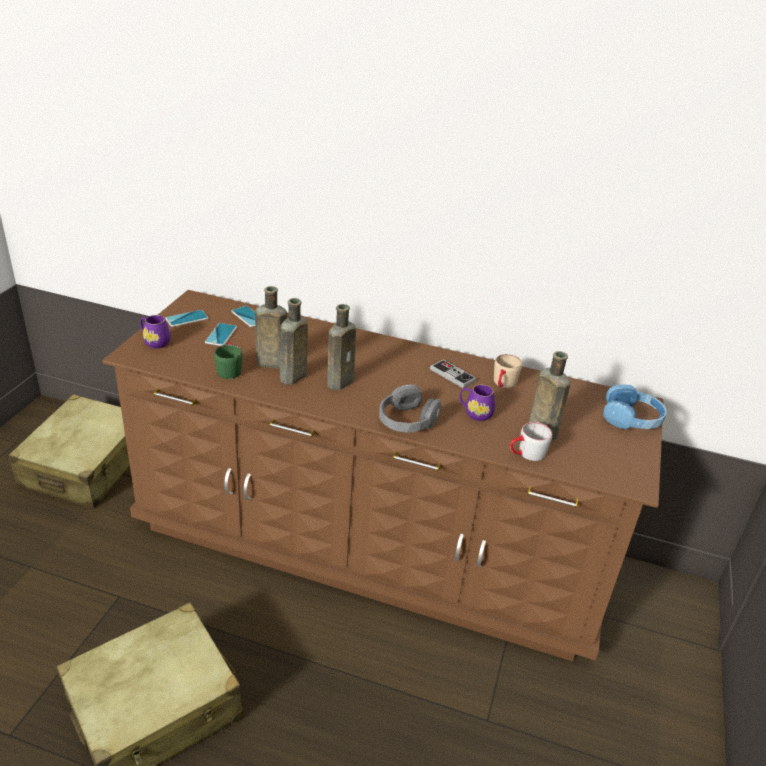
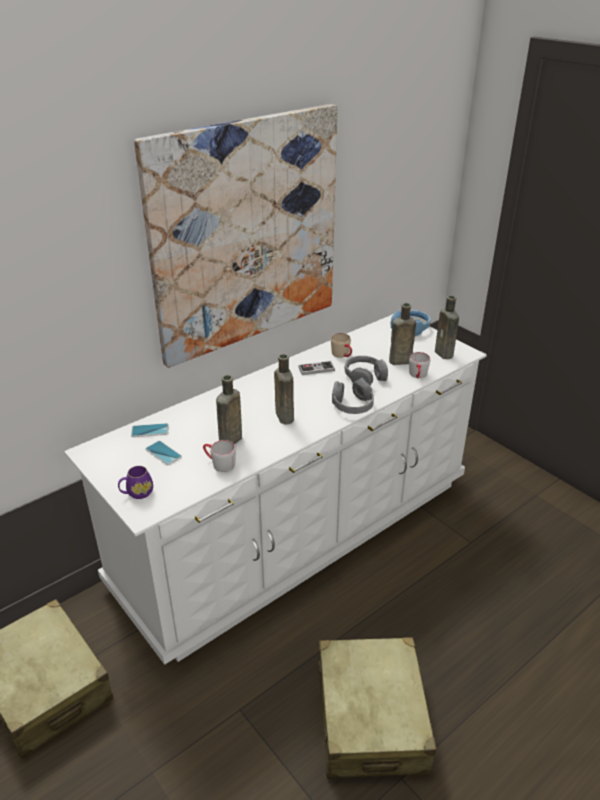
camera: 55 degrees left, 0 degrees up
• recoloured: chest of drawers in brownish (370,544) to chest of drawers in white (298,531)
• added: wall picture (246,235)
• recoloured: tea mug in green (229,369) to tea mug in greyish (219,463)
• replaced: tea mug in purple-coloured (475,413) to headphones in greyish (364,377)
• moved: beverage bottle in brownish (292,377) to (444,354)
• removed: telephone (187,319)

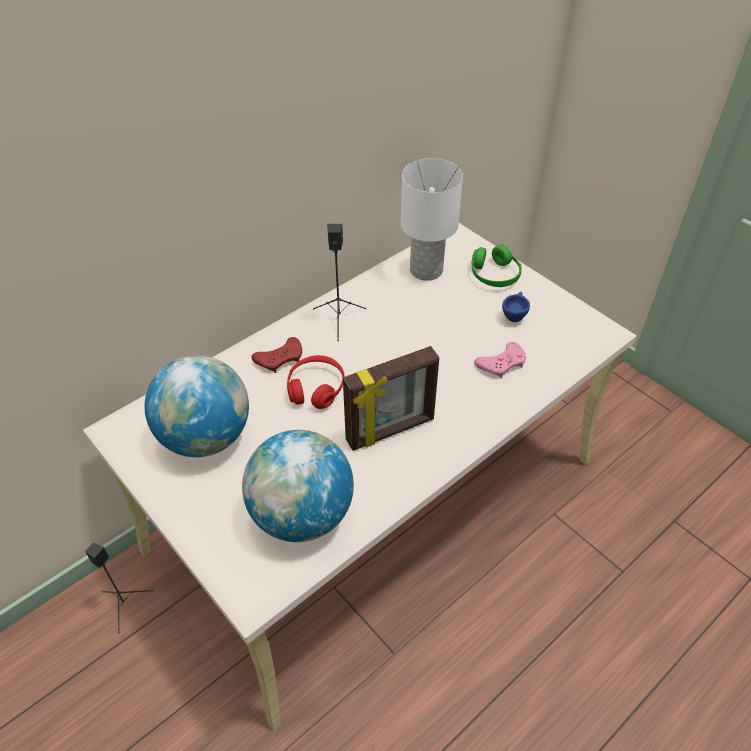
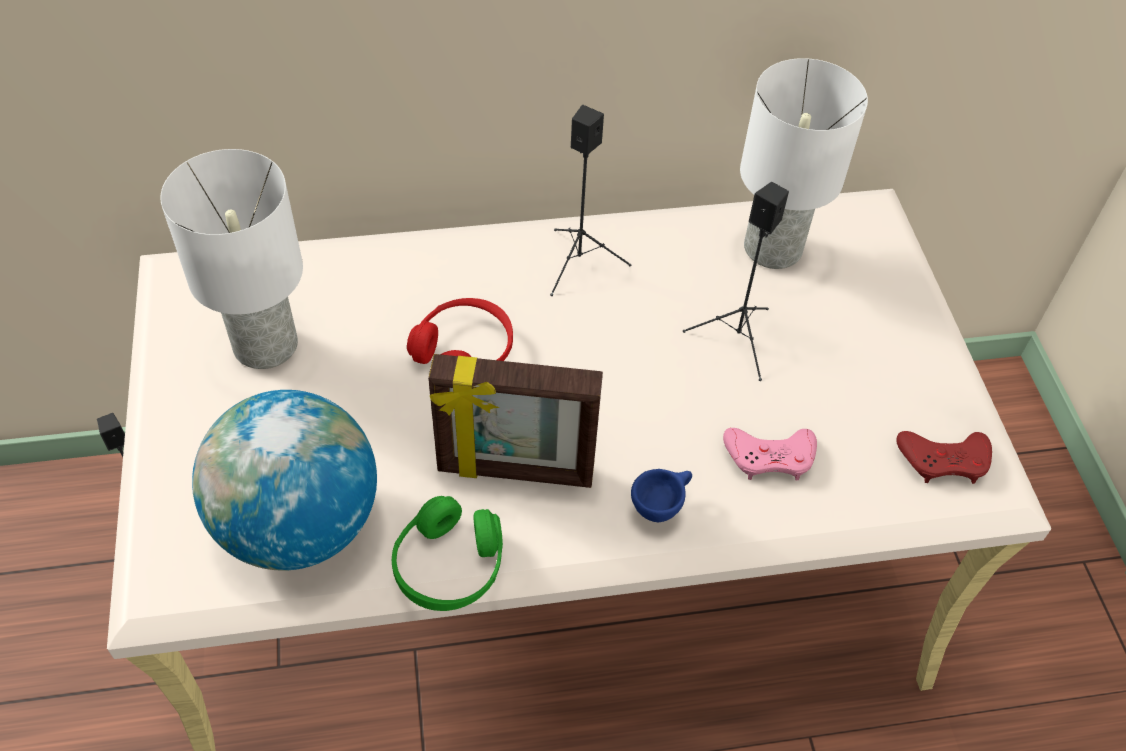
camera: 30 degrees right, 5 degrees up
• replaced: world globe (206,437) to lamp for a table in white (267,345)
• moved: headphones in green (494,275) to (449,565)
• moved: small cup in blue (514,316) to (660,507)
• added: speaker in black-coloured (738,340)
• moved: joypad in red (280,358) to (944,460)

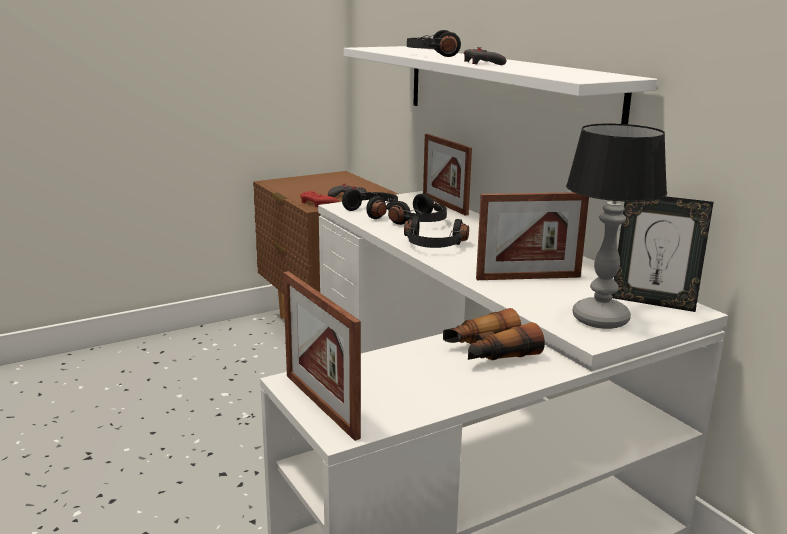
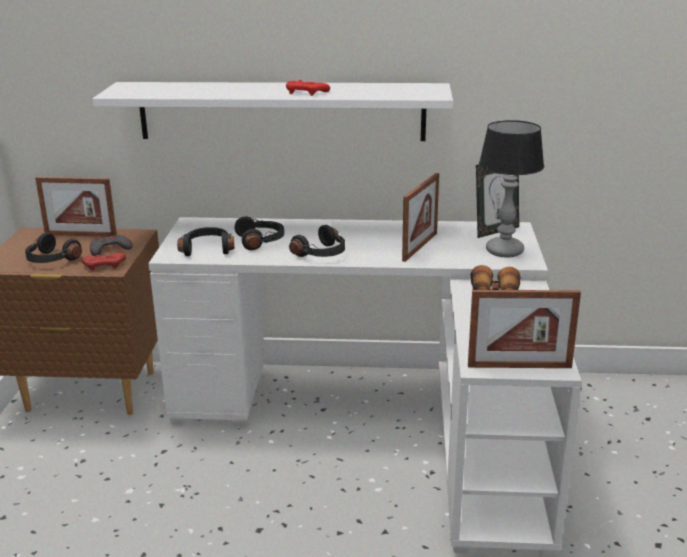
camera: 55 degrees left, 5 degrees up
• moved: headphones in black-coloured (432,55) to (51,260)
• moved: photo frame (444,205) to (80,235)
• recoloured: joypad in greyish (483,63) to joypad in red (306,92)

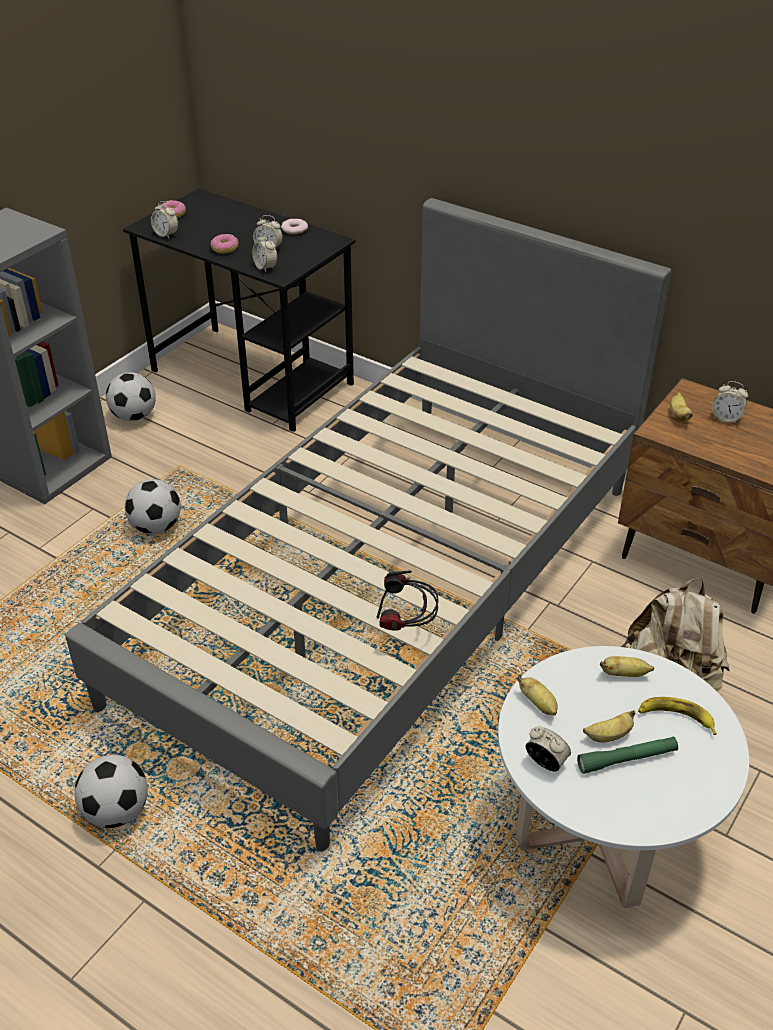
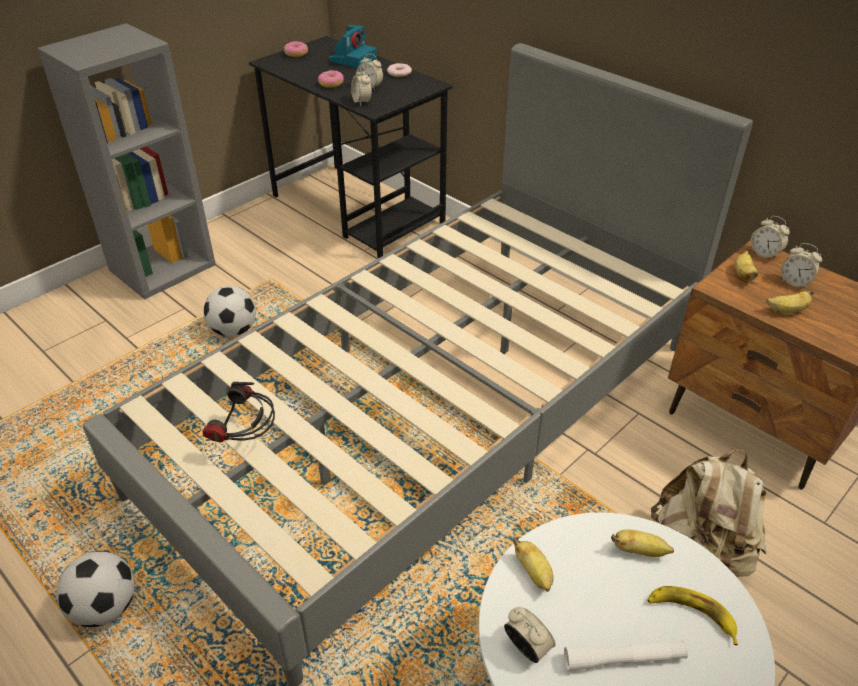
camera: 10 degrees right, 0 degrees up
• moved: headphones (406,628) to (247,441)
• added: photo camera (353,59)
• recoloured: torch in green (627,759) to torch in white (624,659)
• moved: table clock (166,234) to (764,254)
• moved: banana (608,736) to (786,311)
• removed: football ball (134,416)

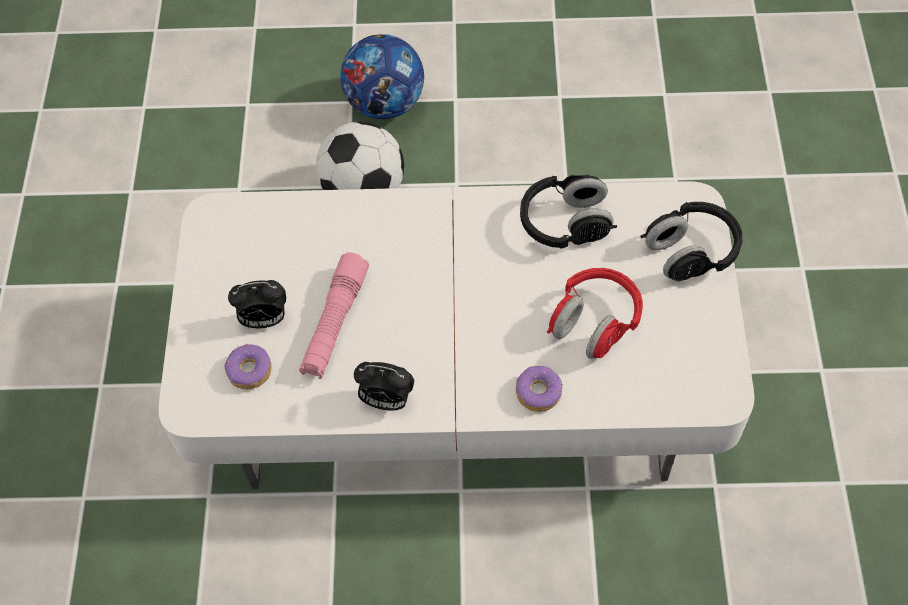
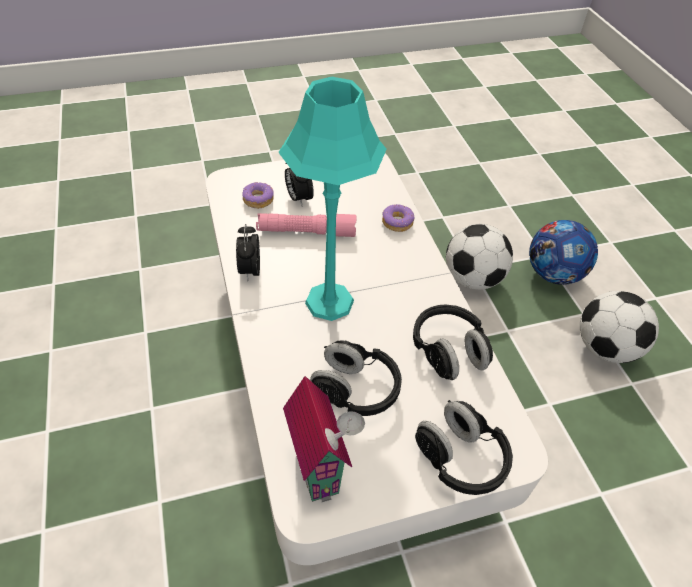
camera: 70 degrees right, 10 degrees down
• added: lamp for a table in turquoise (329,301)
• added: model house (321,468)
• recoloured: headphones in red (594,322) to headphones in black-coloured (355,389)
• moved: ring doughnut (538,392) to (397,222)
• added: football ball (605,348)

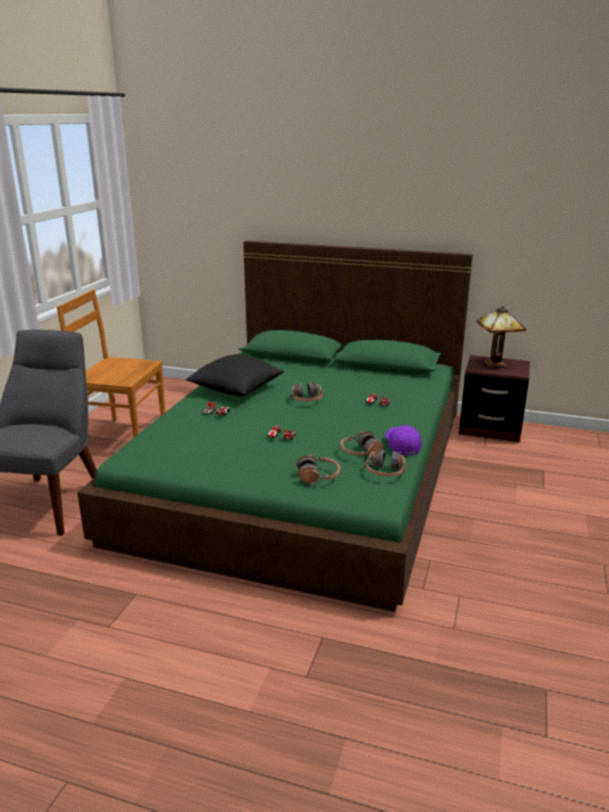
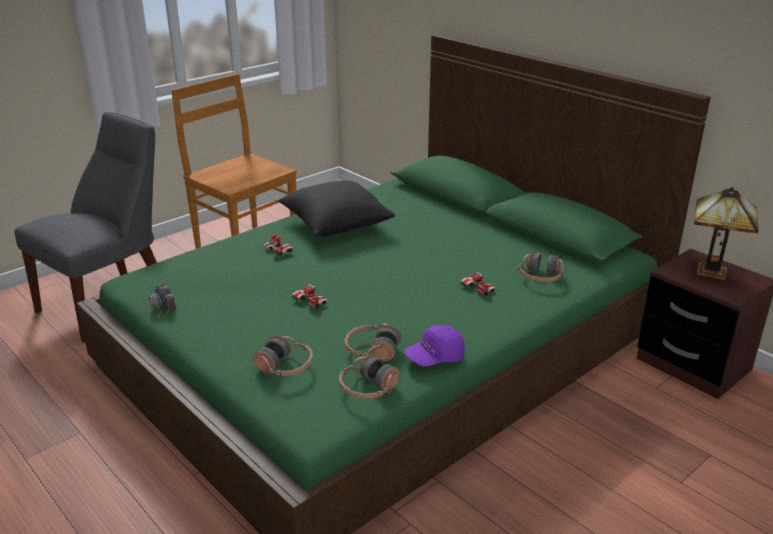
camera: 30 degrees right, 5 degrees up
• added: photo camera (162,307)
• turned: peaked cap in purple-coloured (402,445) = (434,358) 135 degrees counterclockwise
• moved: headphones (306,400) to (540,277)

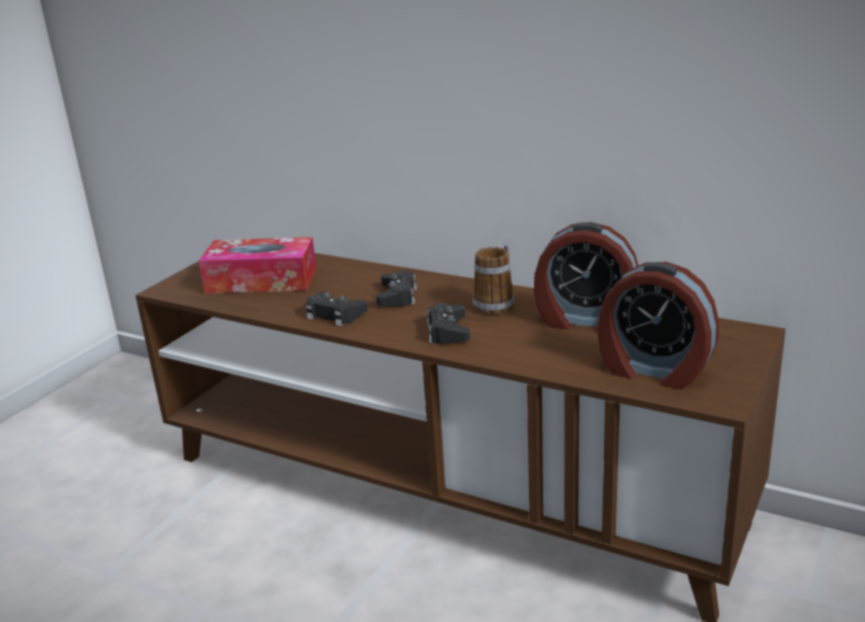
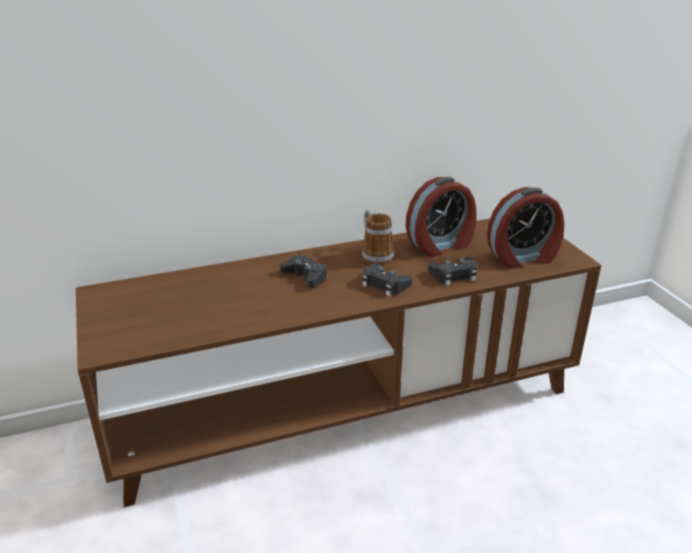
camera: 50 degrees left, 5 degrees up
• moved: joypad in black-coloured (334,314) to (454,275)
• removed: tissue box (261,281)

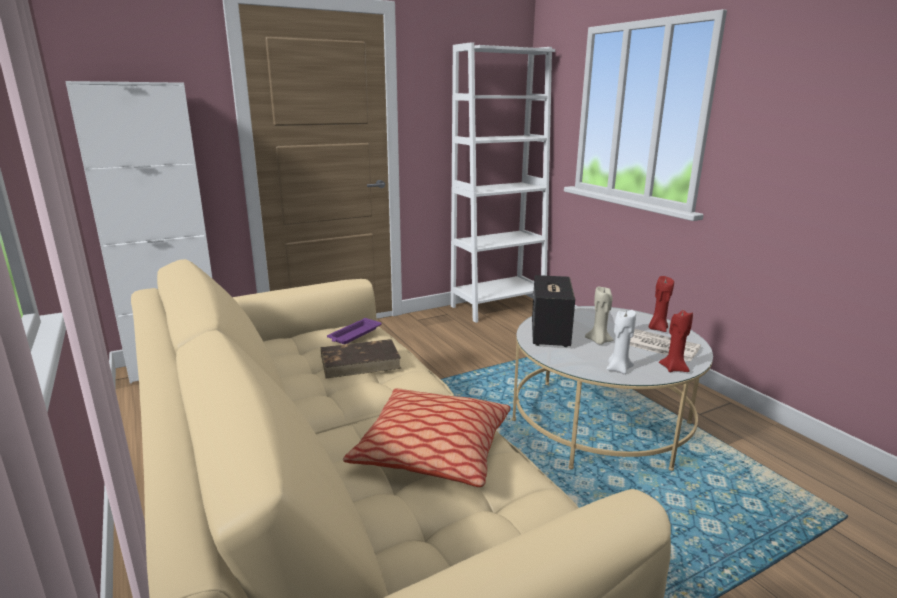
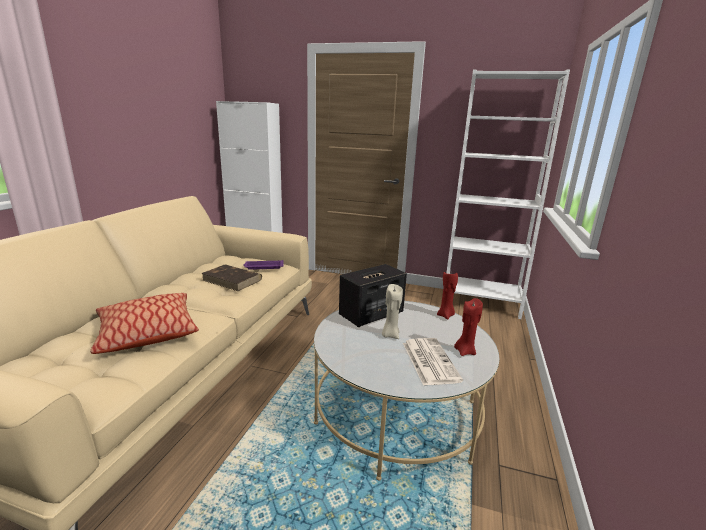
camera: 45 degrees right, 0 degrees up
• moved: wax light in red (674,368) to (445,315)
• removed: wax light in white (618,369)

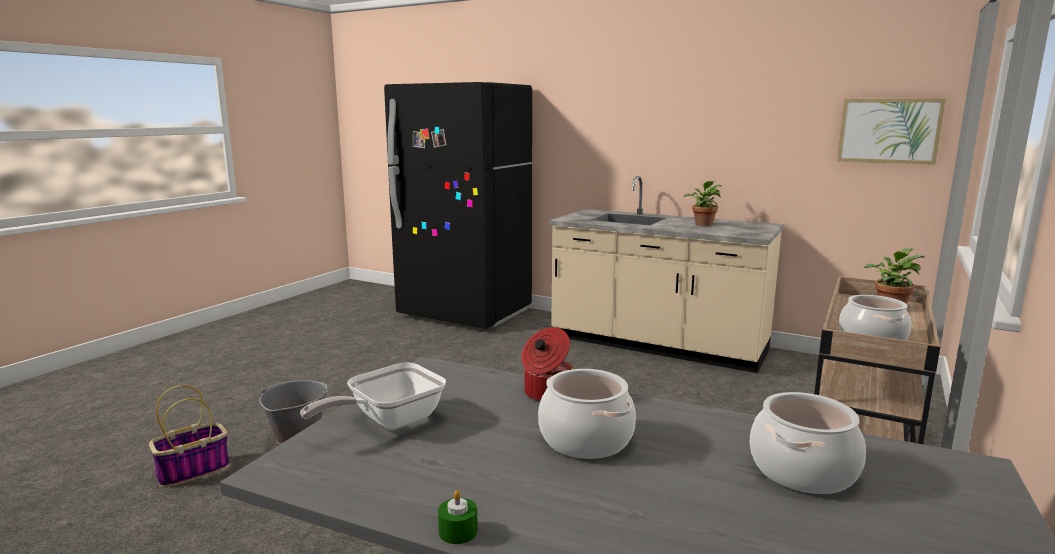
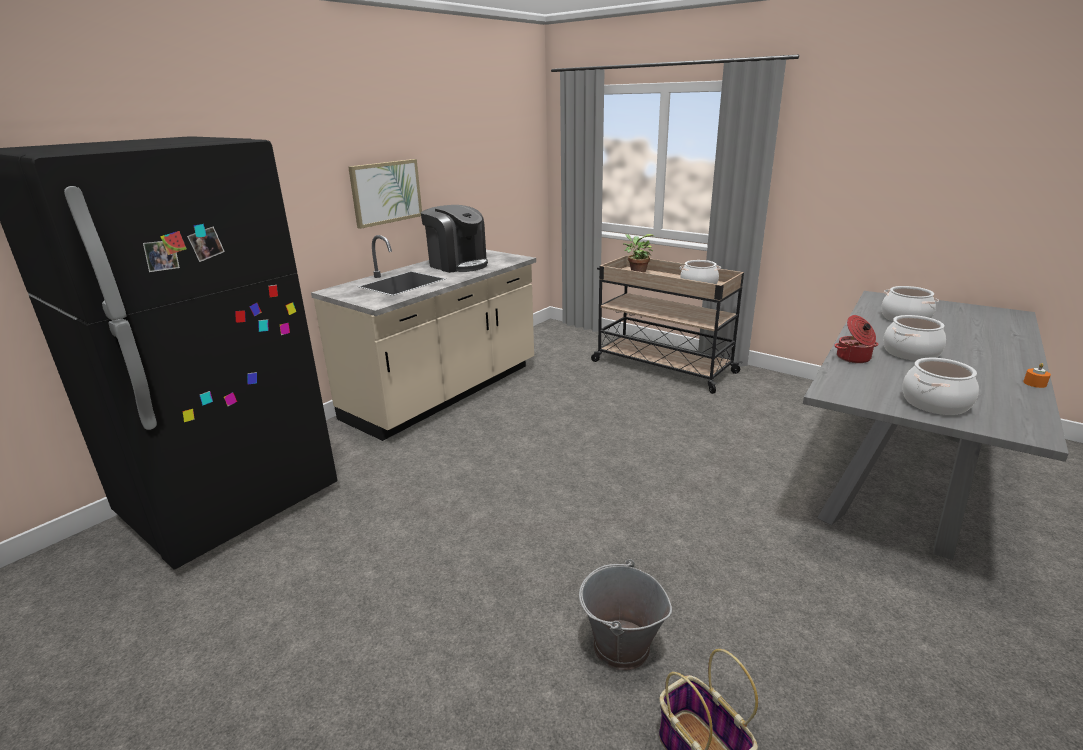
camera: 80 degrees left, 10 degrees up
• moved: wall picture (889,131) to (386,192)
• replaced: houseplant (703,224) to coffee brewer (458,264)
• replaced: pan (388,421) to stockpot (935,403)
• recoloured: wax light in green (458,531) to wax light in orange (1034,383)

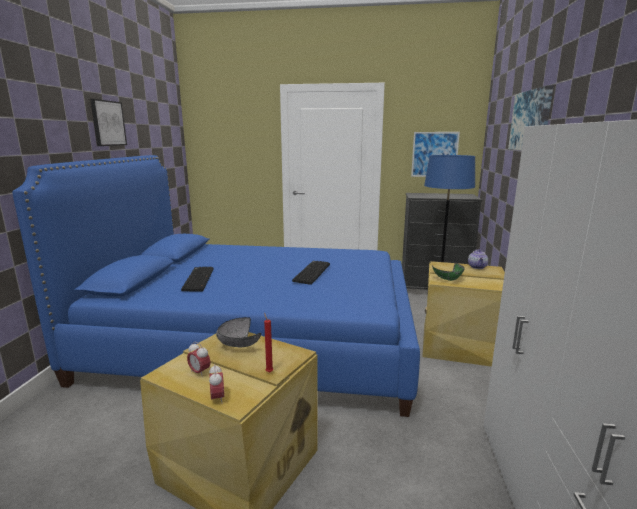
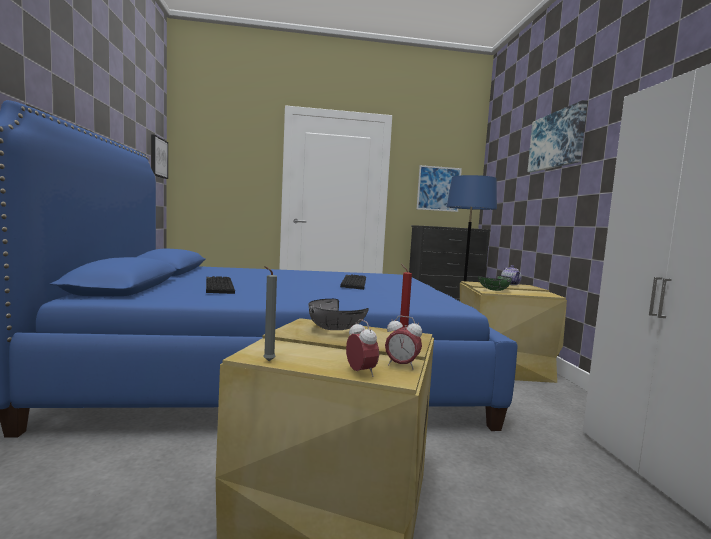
camera: 15 degrees left, 10 degrees down
• moved: wall picture (107,123) to (158,157)
• added: wax light in greyish (267,362)
• moved: table clock (199,372) to (401,365)

